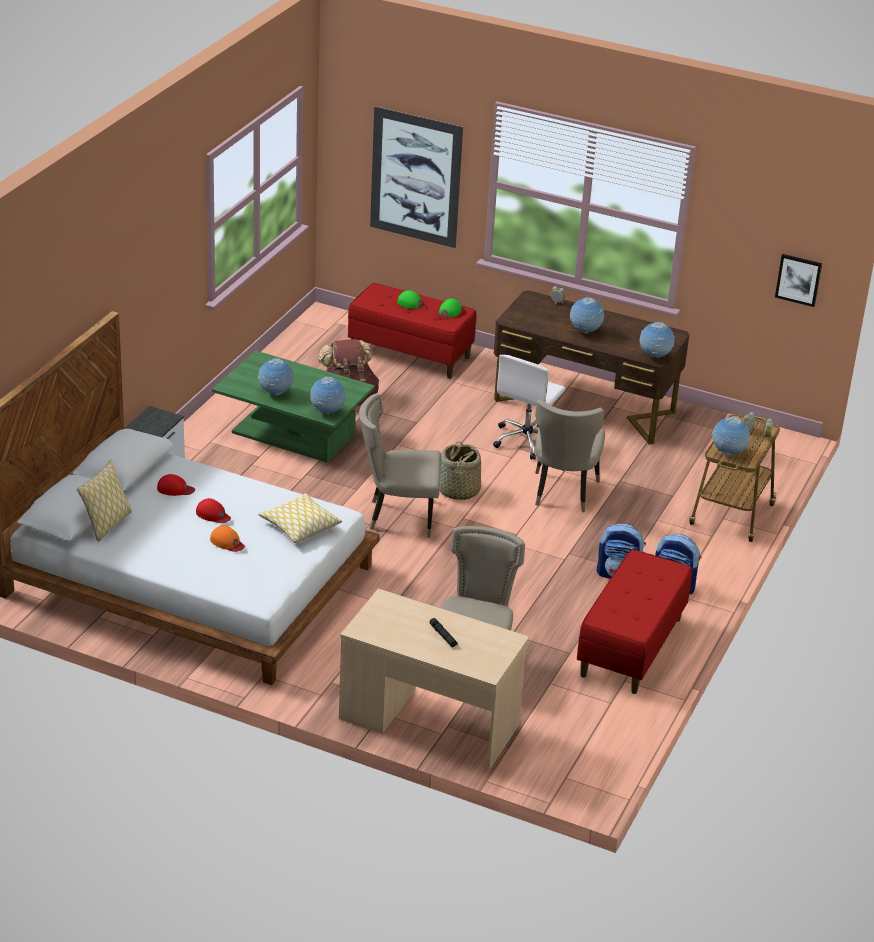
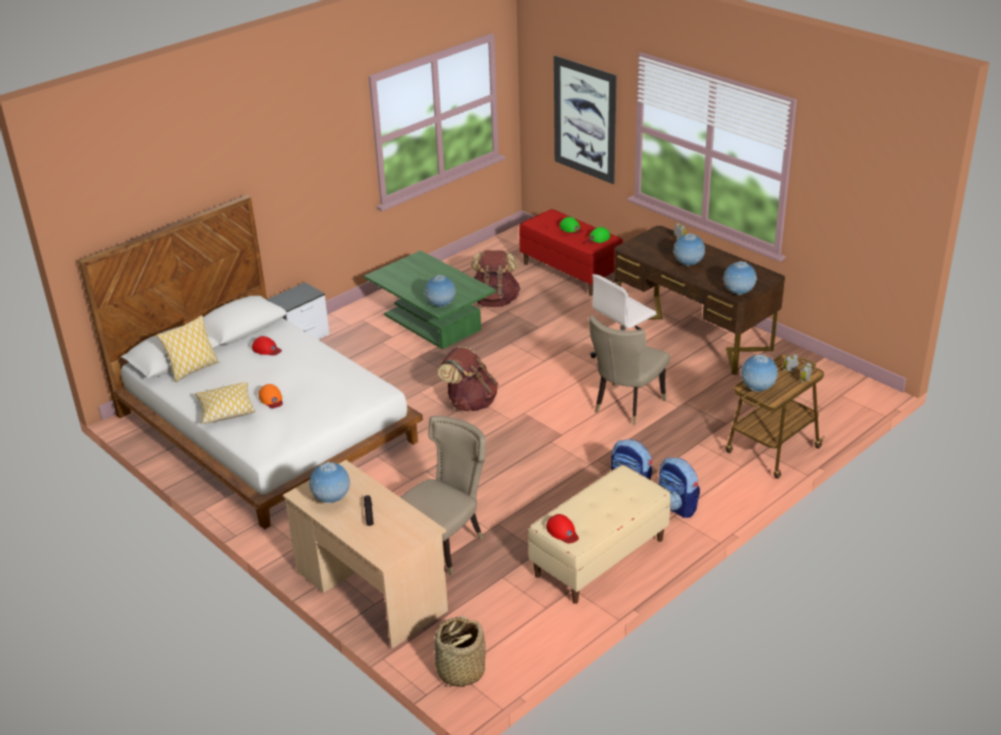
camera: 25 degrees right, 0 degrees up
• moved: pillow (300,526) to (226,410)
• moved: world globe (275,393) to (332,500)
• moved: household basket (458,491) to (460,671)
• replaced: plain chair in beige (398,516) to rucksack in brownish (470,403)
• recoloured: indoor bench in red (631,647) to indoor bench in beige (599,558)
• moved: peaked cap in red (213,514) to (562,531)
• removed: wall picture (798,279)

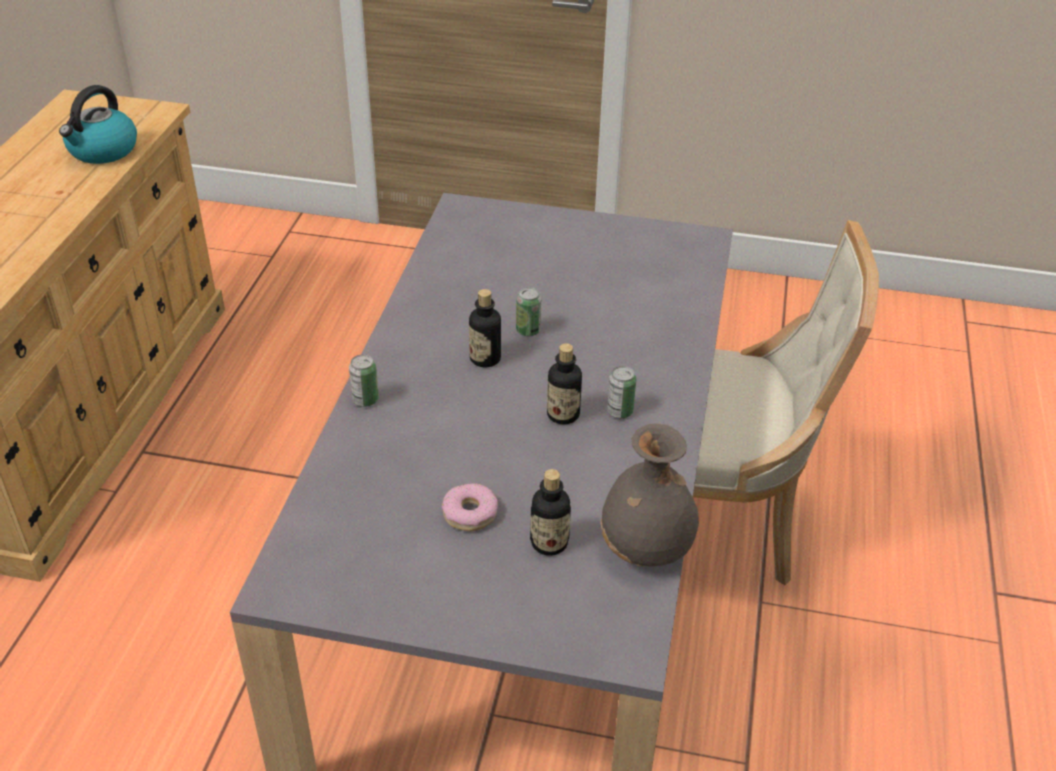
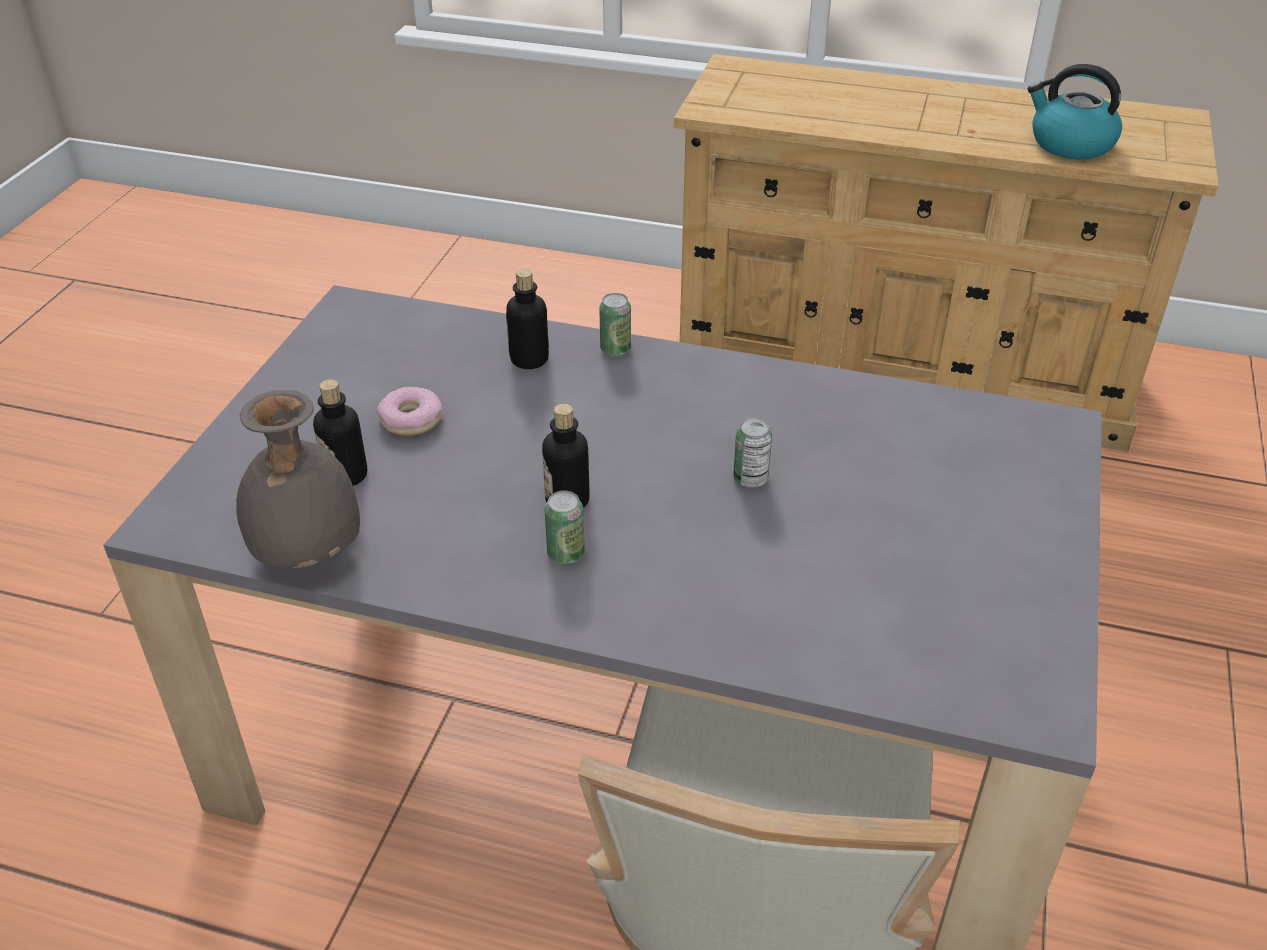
camera: 95 degrees right, 0 degrees up
• moved: beverage bottle (485,358) to (529,359)

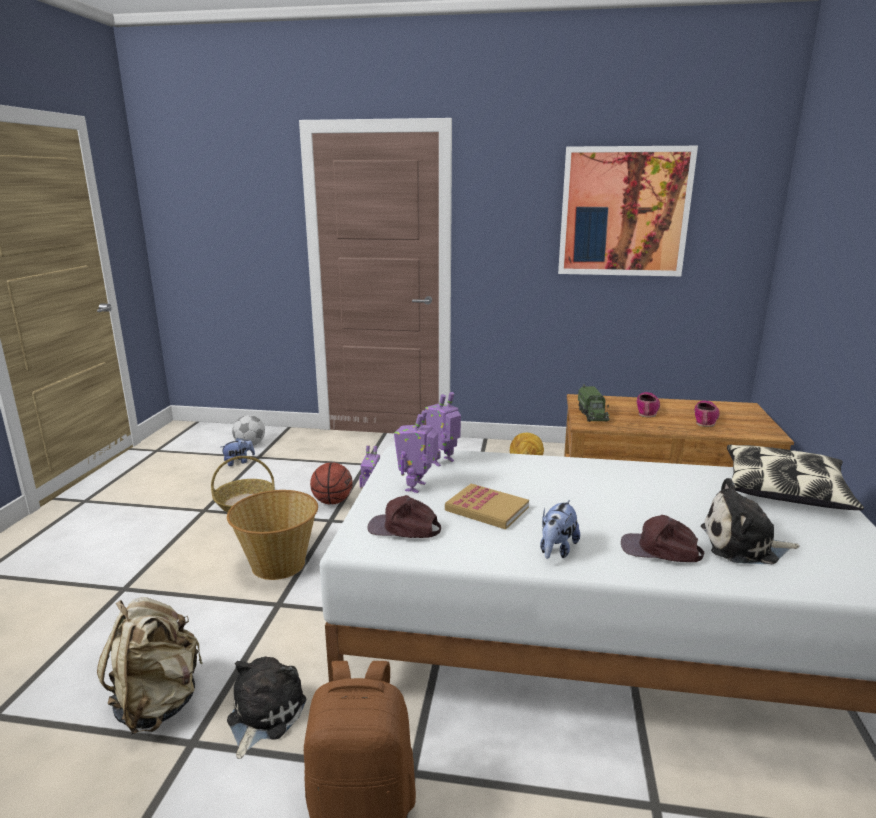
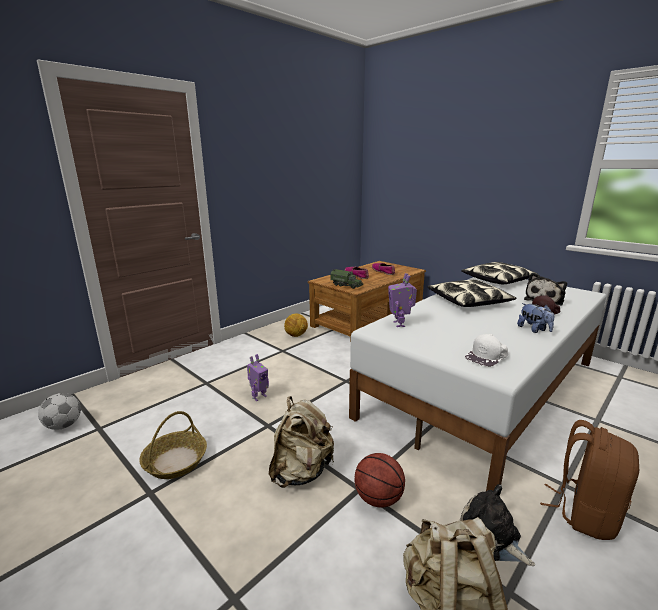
camera: 55 degrees left, 0 degrees up
• replaced: household basket (278,564) to rucksack in beige (301,471)
• moved: basketball (332,501) to (378,498)
• added: pillow (468,301)
• recoloured: peaked cap in brownish (404,528) to peaked cap in white (487,356)
• removed: plush toy (239,462)
• removed: model robot (417,487)
• removed: book (486,509)
• removed: wall picture (624,212)

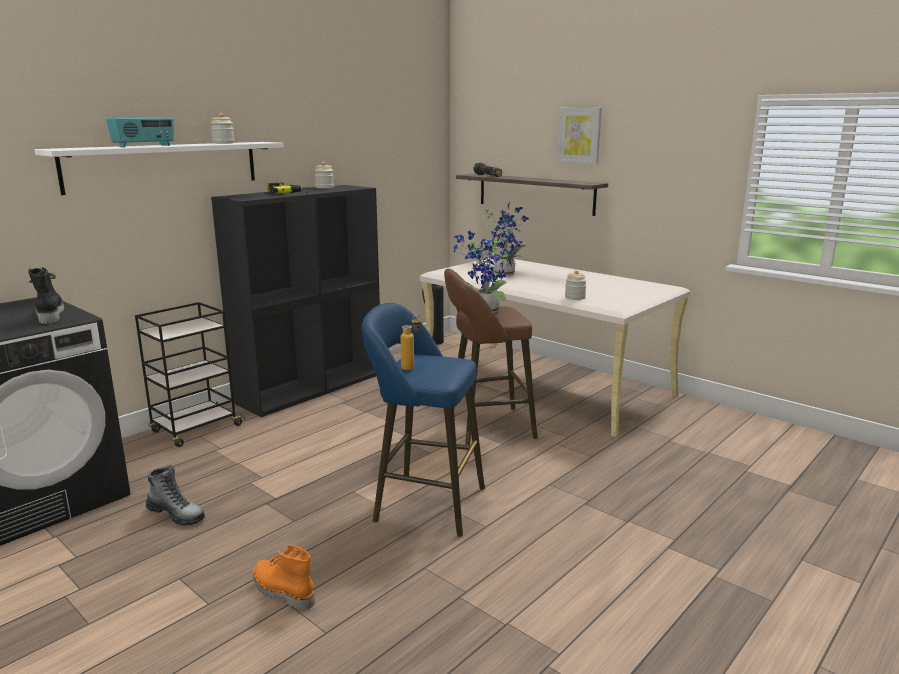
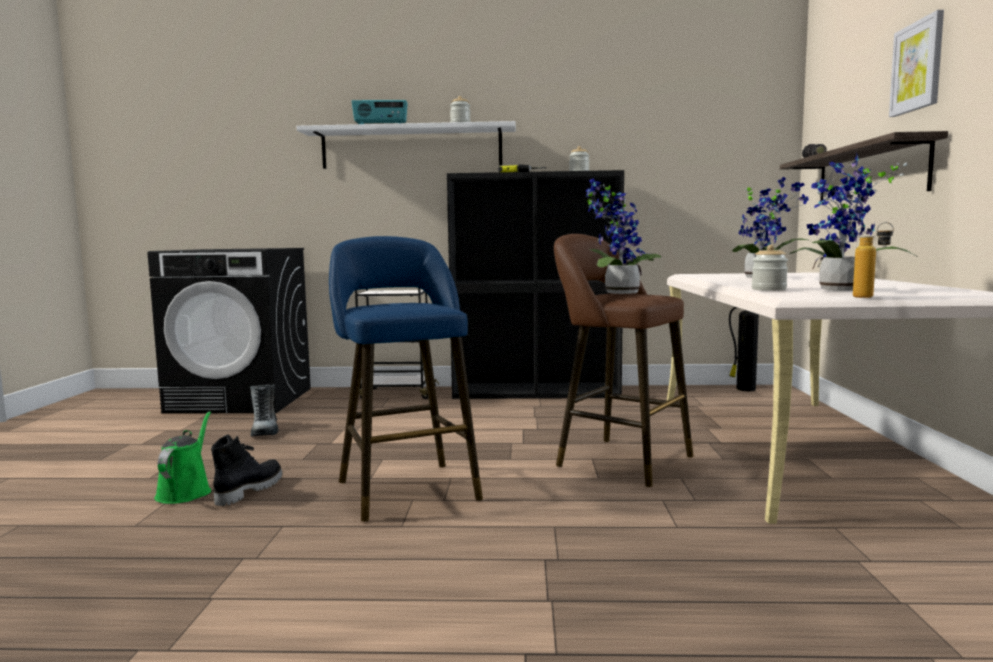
camera: 50 degrees right, 10 degrees down
• replaced: tall boot in orange (282,592) to watering pot in green (186,491)
• moved: tall boot in black-coloured (49,315) to (248,490)
• added: houseplant (840,290)
• moved: beverage bottle (412,367) to (871,297)

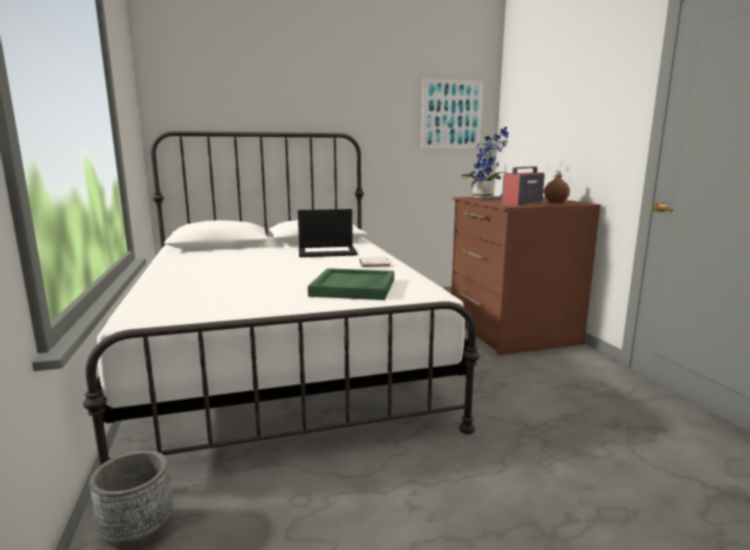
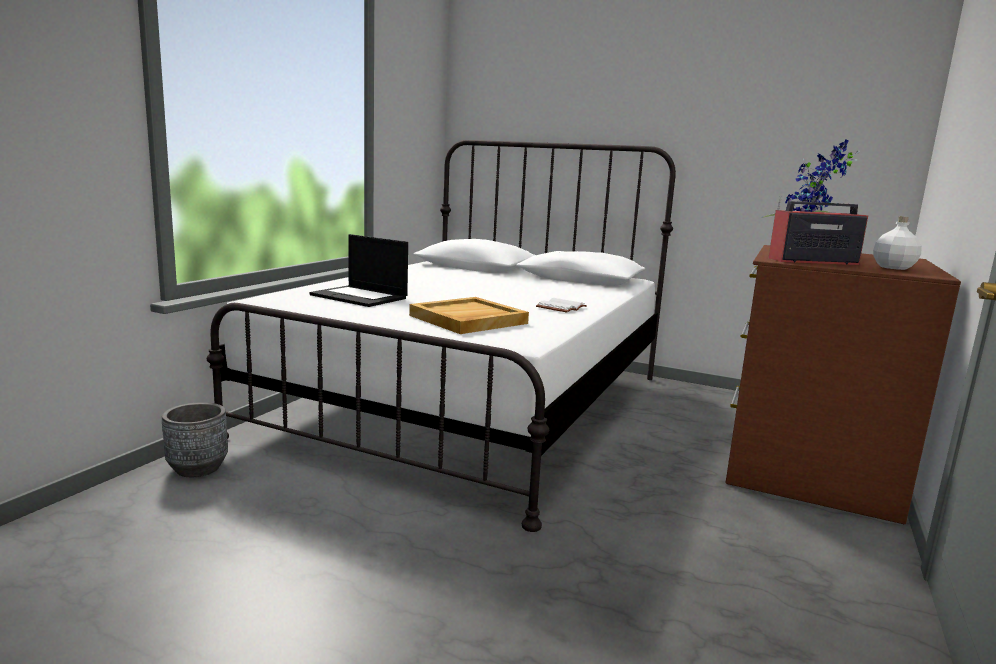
camera: 40 degrees right, 0 degrees up
• moved: notebook computer (328,252) to (360,297)
• recoloured: tray in green (354,288) to tray in beige (468,320)
• recoloured: beverage bottle in brownish (555,202) to beverage bottle in white (892,267)
• removed: wall picture (452,114)

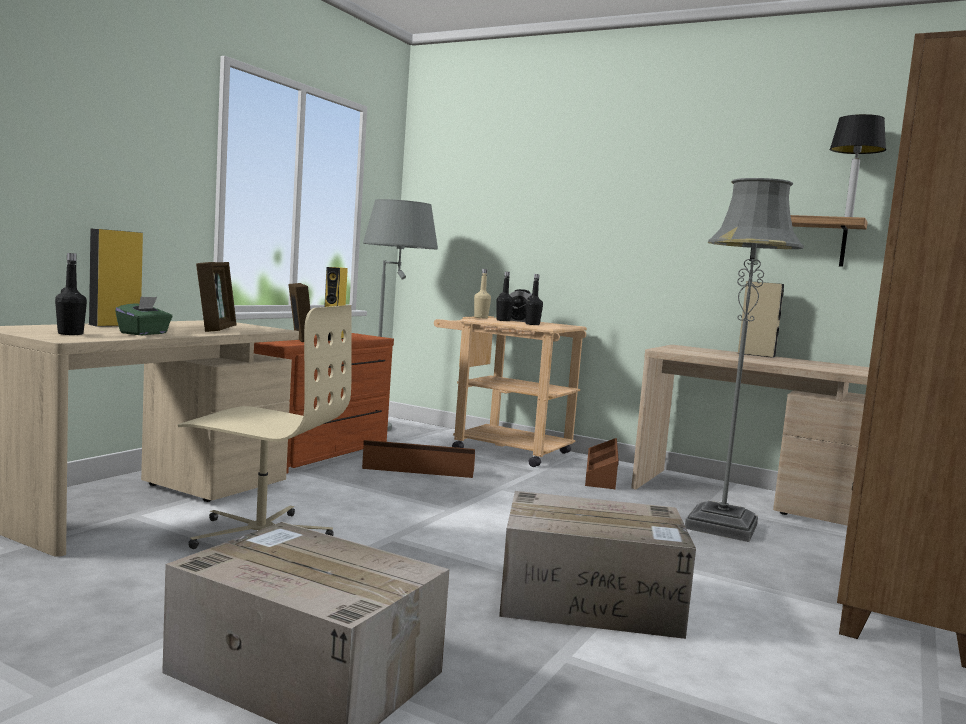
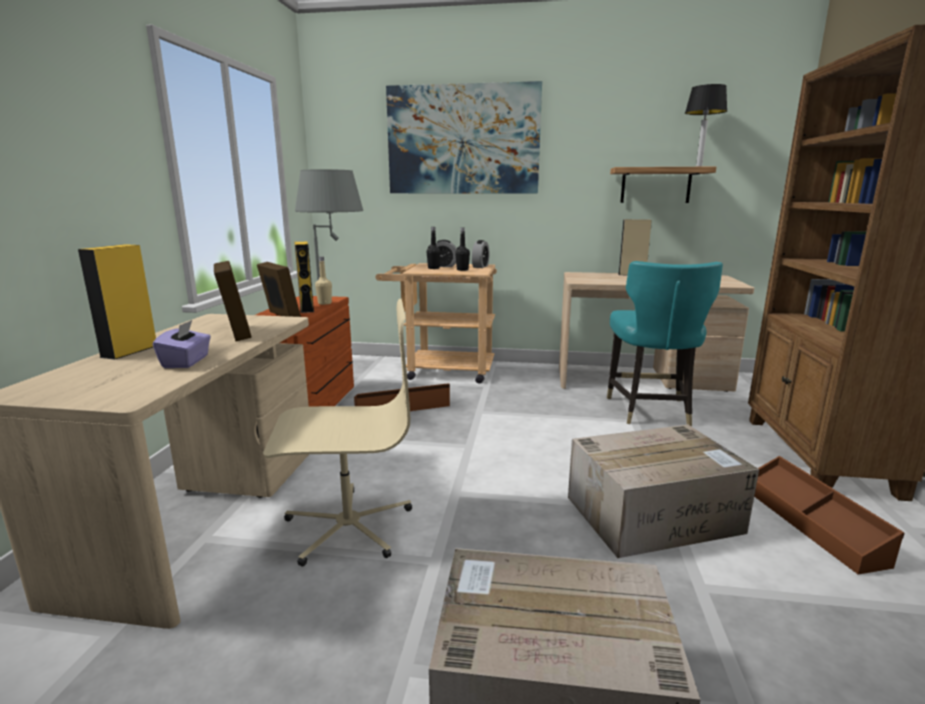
camera: 20 degrees left, 10 degrees up
• recoloured: tissue box in green (144,333) to tissue box in purple-coloured (186,362)
• moved: beverage bottle in beige (481,317) to (324,303)
• added: wall picture (463,140)
• added: table clock (480,266)
• replaced: standing lamp in greyish (721,526) to plain chair in turquoise (649,411)
• moved: storage container in brownish (602,474) to (812,523)
• removed: beverage bottle in black-coloured (70,334)

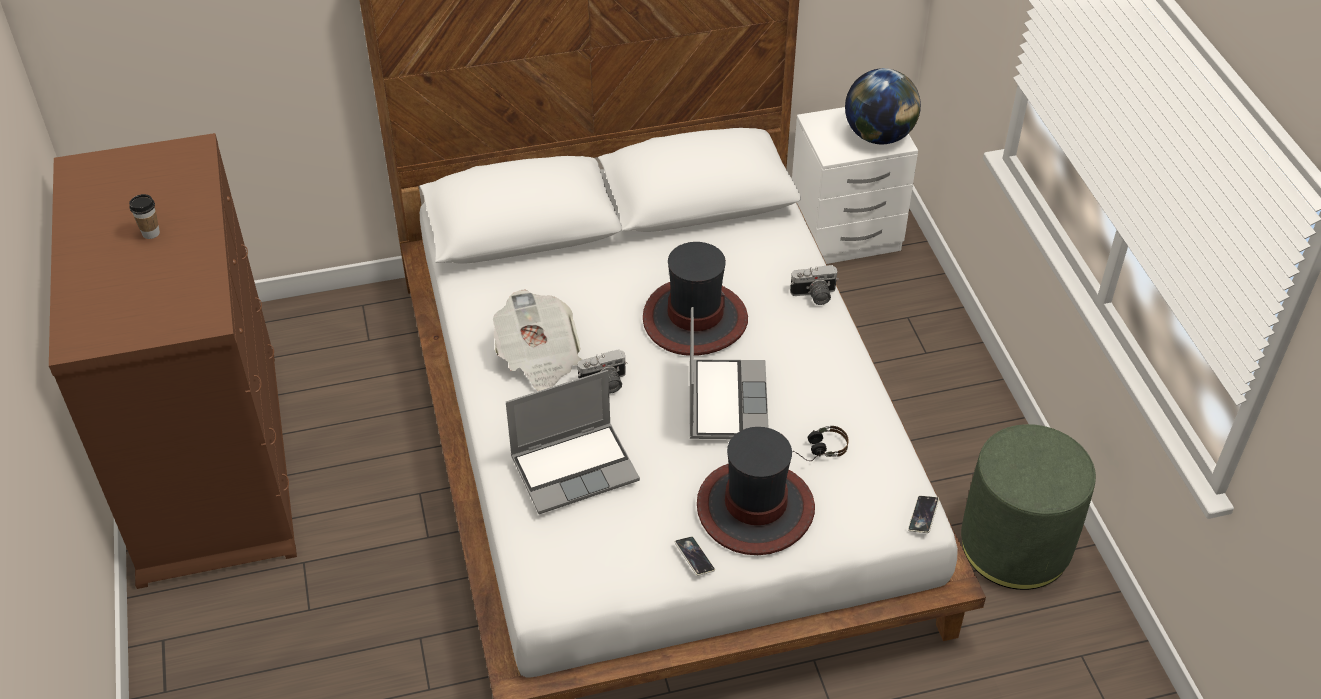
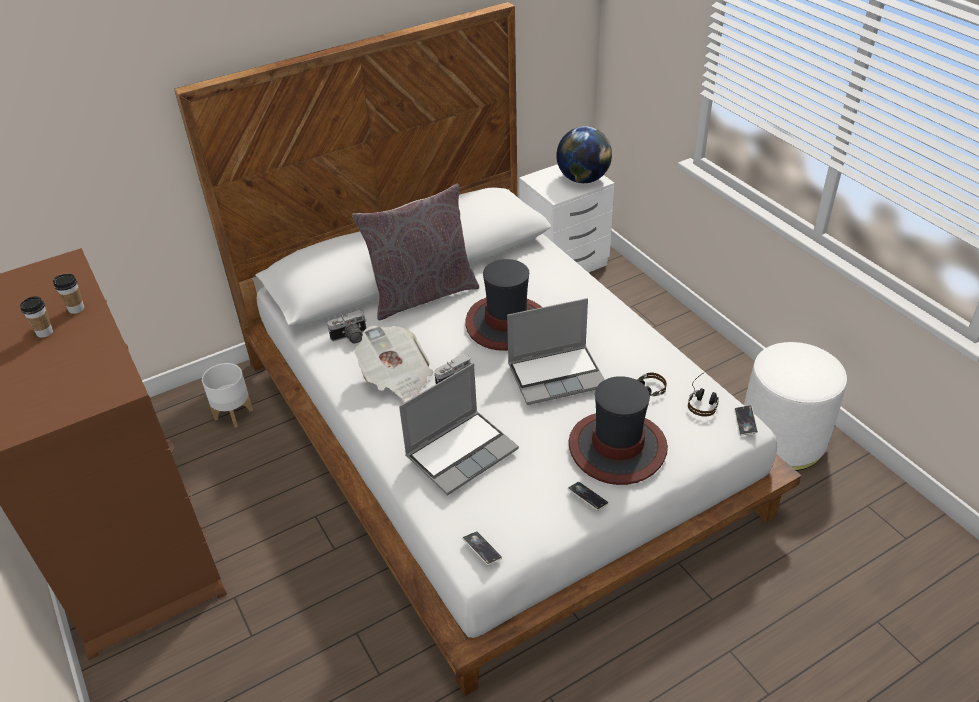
camera: 15 degrees left, 5 degrees down
• added: small cup (76,309)
• added: plant pot in white (234,414)
• moved: photo camera (814,296) to (350,338)
• added: pillow in greyish (422,294)
• added: telephone (482,550)
• turned: notebook computer (725,401) = (557,375) 90 degrees clockwise
• added: headphones (703,400)
• recoloured: footrest in green (1015,545) to footrest in white (782,440)

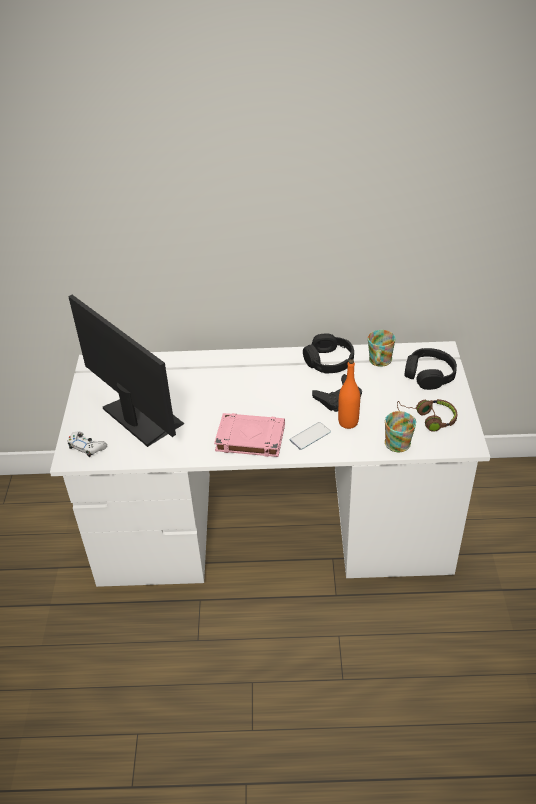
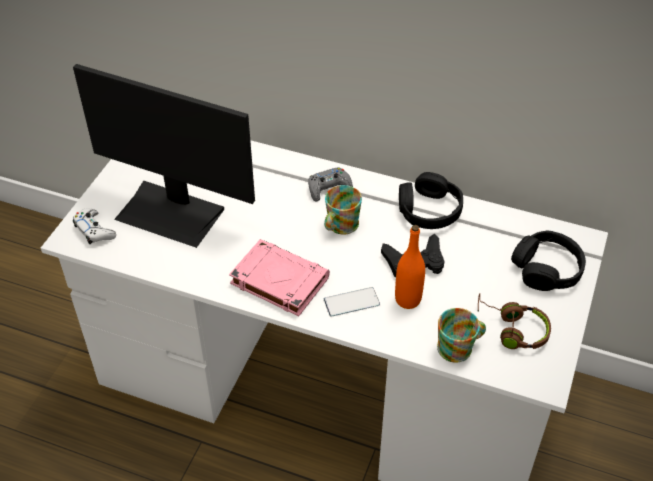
camera: 20 degrees right, 5 degrees up
• turned: computer screen (140,417) = (171,212) 135 degrees clockwise
• added: joypad in greyish (329,188)
• moved: tea mug (379,361) to (339,226)

